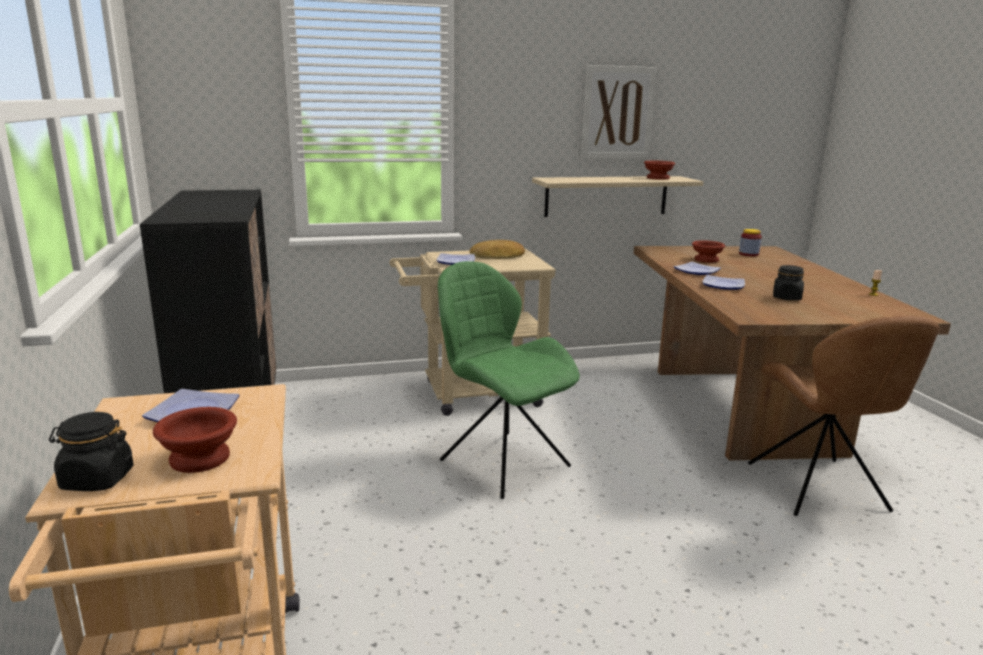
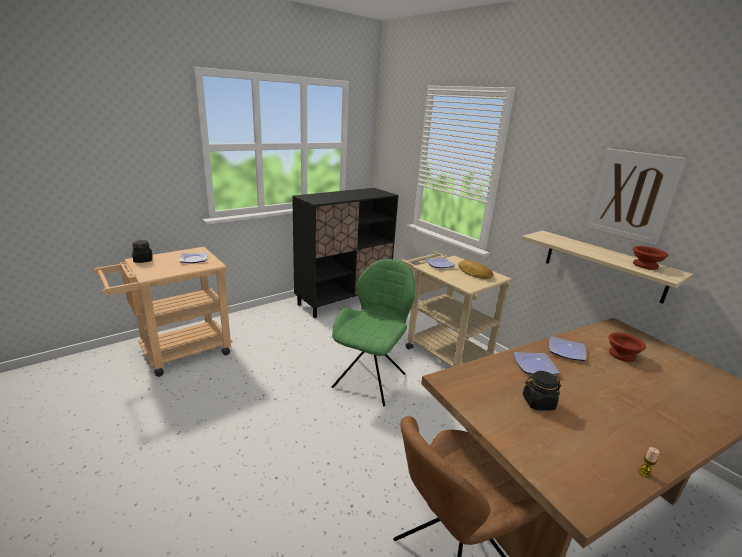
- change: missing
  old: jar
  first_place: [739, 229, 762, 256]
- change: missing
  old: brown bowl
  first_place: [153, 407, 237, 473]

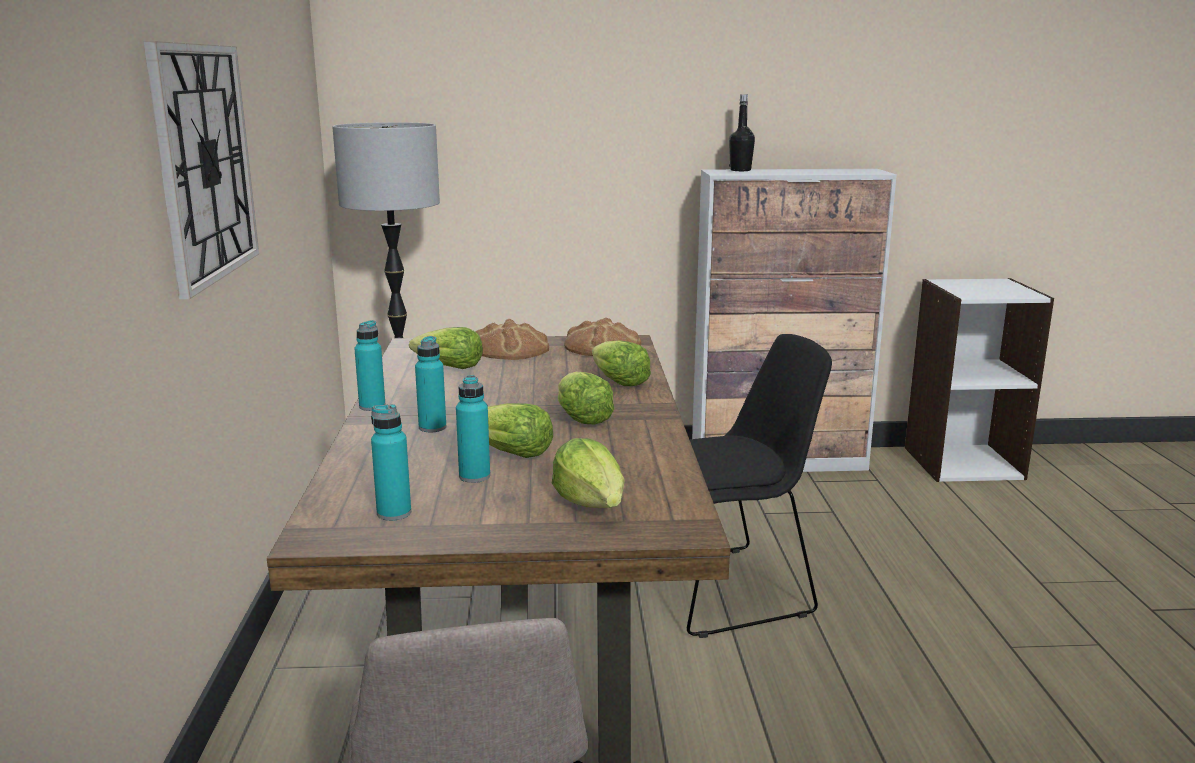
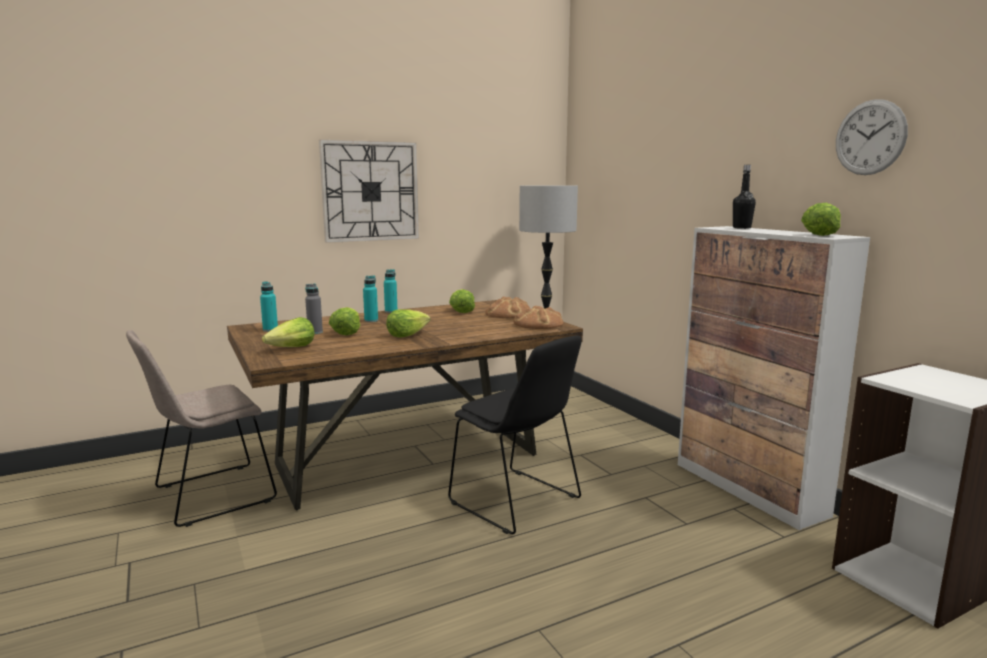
- change: relocated
  old: lettuce
  first_place: [592, 340, 651, 386]
  second_place: [801, 203, 841, 236]
- change: colour
  old: turquoise bottle
  new: grey bottle
  first_place: [456, 375, 490, 483]
  second_place: [305, 284, 323, 334]
- change: appeared
  new: wall clock
  second_place: [836, 99, 908, 175]

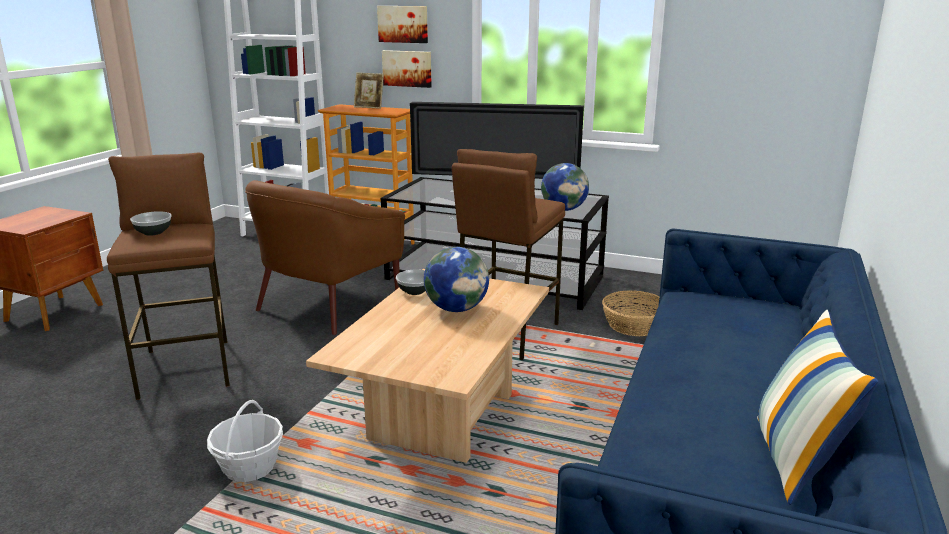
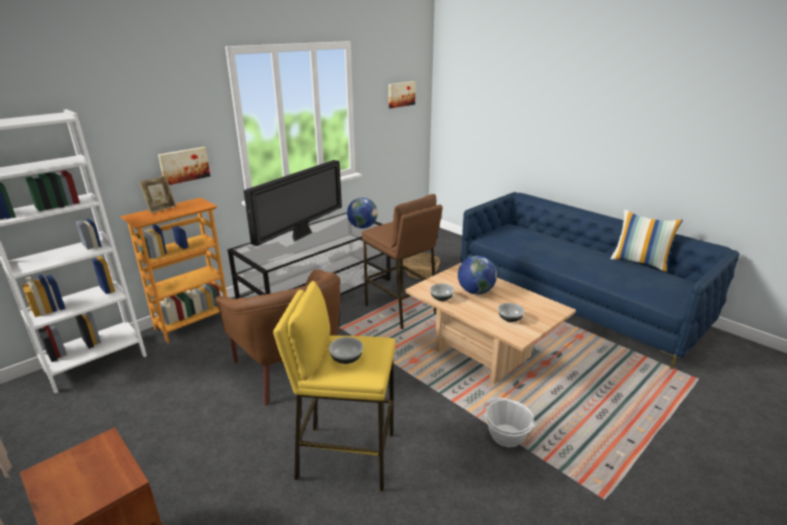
- change: relocated
  old: picture
  first_place: [377, 6, 428, 43]
  second_place: [389, 81, 415, 108]
- change: colour
  old: brown stool
  new: yellow stool
  first_place: [107, 153, 230, 400]
  second_place: [273, 281, 396, 492]
- change: appeared
  new: bowl
  second_place: [498, 303, 525, 322]

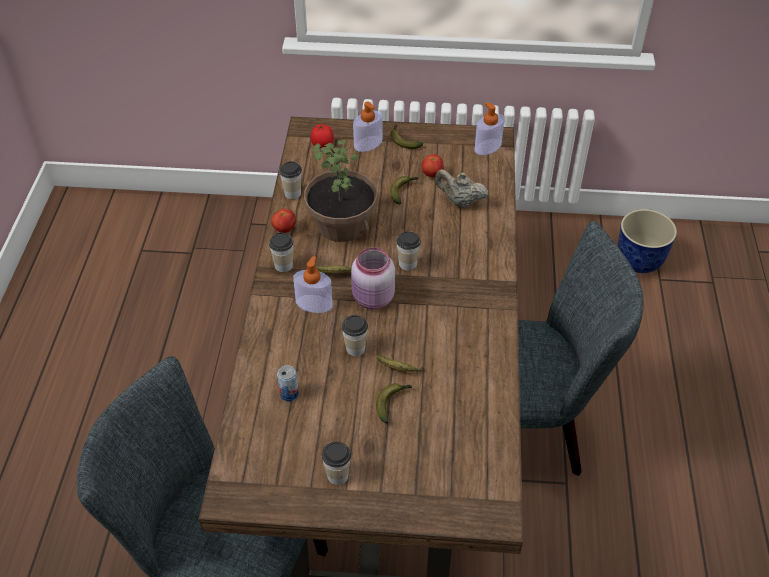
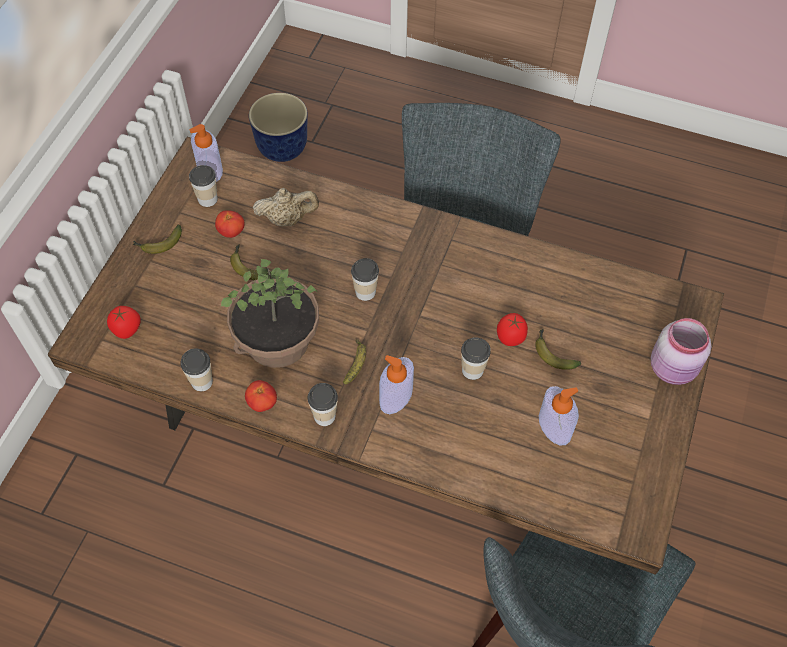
- change: relocated
  old: soap dispenser
  first_place: [353, 102, 382, 152]
  second_place: [539, 386, 579, 446]
- change: spun
  old: beige teapot
  first_place: [435, 169, 488, 208]
  second_place: [253, 188, 319, 226]
  degrees: -135
- change: relocated
  old: pink jar
  first_place: [351, 247, 395, 309]
  second_place: [651, 318, 712, 385]
- change: exchanged
  old: banana
  new: tomato
  first_place: [376, 355, 424, 372]
  second_place: [497, 313, 528, 346]
- change: missing
  old: can
  first_place: [277, 365, 299, 401]
- change: relocated
  old: cup
  first_place: [322, 441, 351, 485]
  second_place: [189, 165, 218, 207]

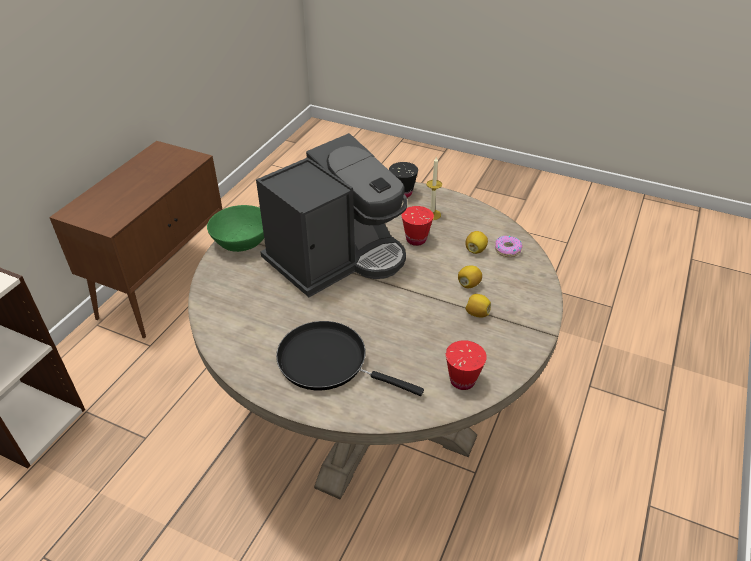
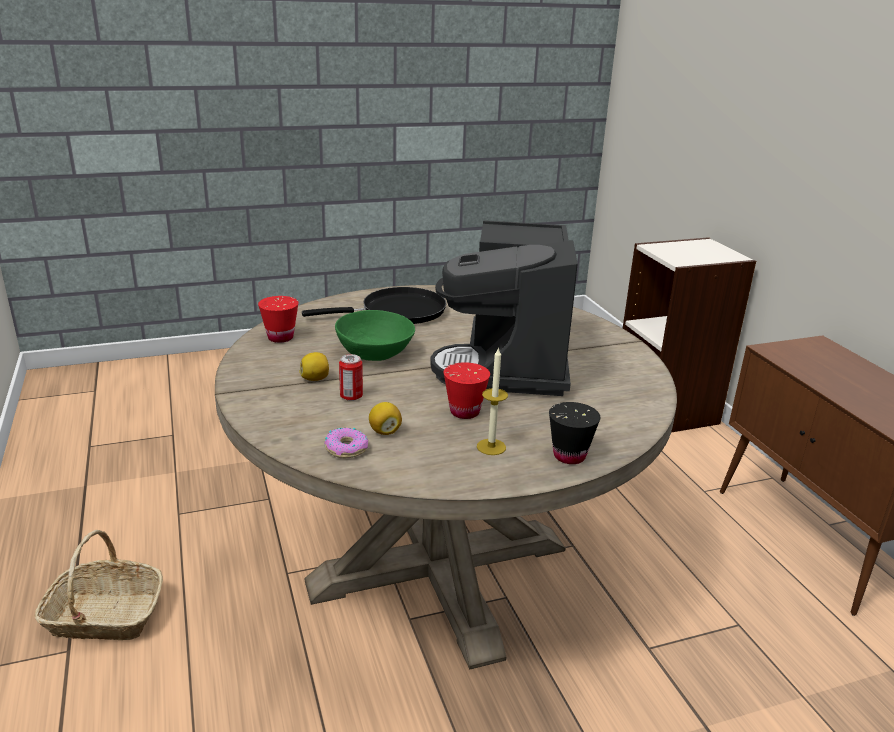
- change: relocated
  old: green bowl
  first_place: [207, 205, 264, 252]
  second_place: [335, 310, 415, 361]
- change: exchanged
  old: lemon
  new: can
  first_place: [458, 266, 482, 288]
  second_place: [339, 354, 363, 401]
- change: appeared
  new: basket
  second_place: [35, 530, 163, 640]

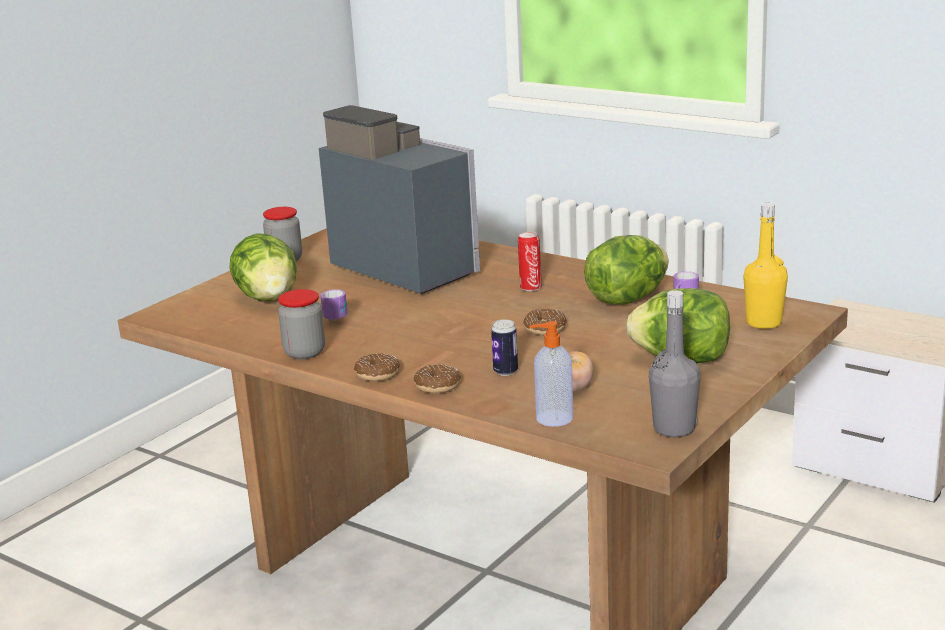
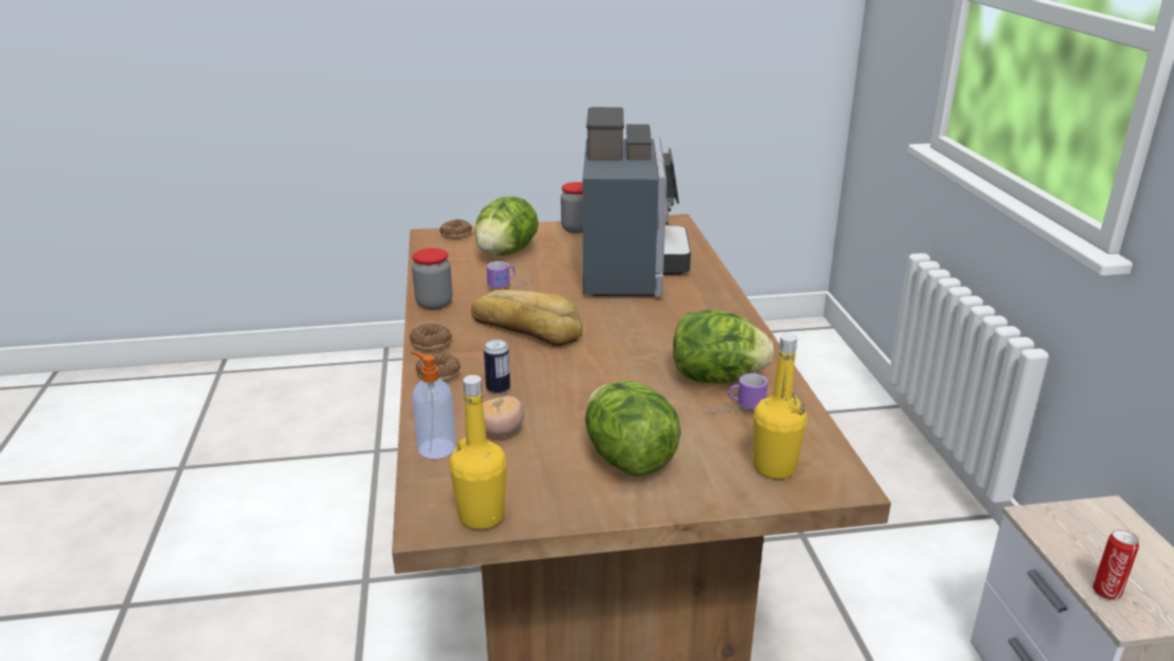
- change: relocated
  old: can
  first_place: [518, 232, 542, 291]
  second_place: [1093, 529, 1139, 600]
- change: colour
  old: grey bottle
  new: yellow bottle
  first_place: [649, 290, 701, 437]
  second_place: [449, 375, 507, 530]
- change: relocated
  old: donut
  first_place: [523, 309, 567, 335]
  second_place: [440, 219, 472, 239]
- change: appeared
  new: bread
  second_place: [471, 290, 583, 346]

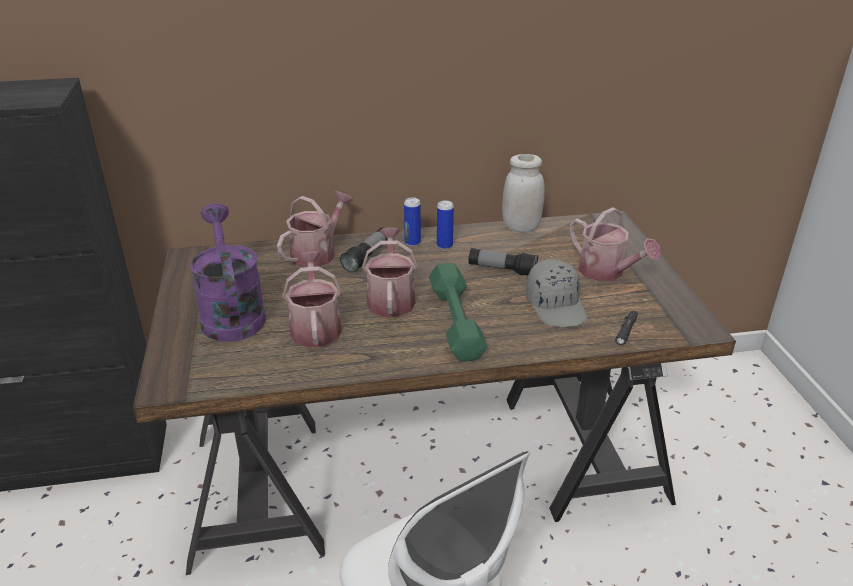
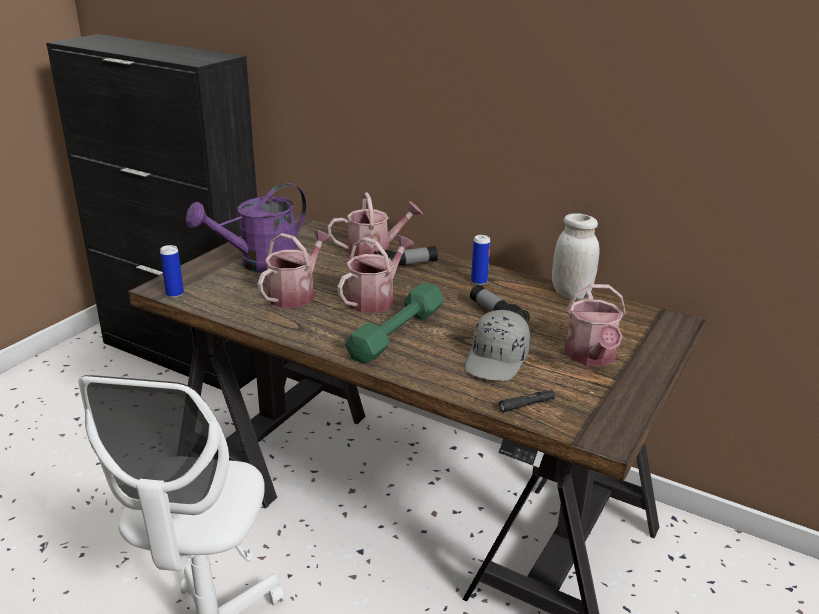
- change: relocated
  old: can
  first_place: [404, 198, 421, 246]
  second_place: [160, 245, 184, 298]
- change: spun
  old: purple watering can
  first_place: [190, 203, 266, 342]
  second_place: [186, 183, 307, 273]
  degrees: -150

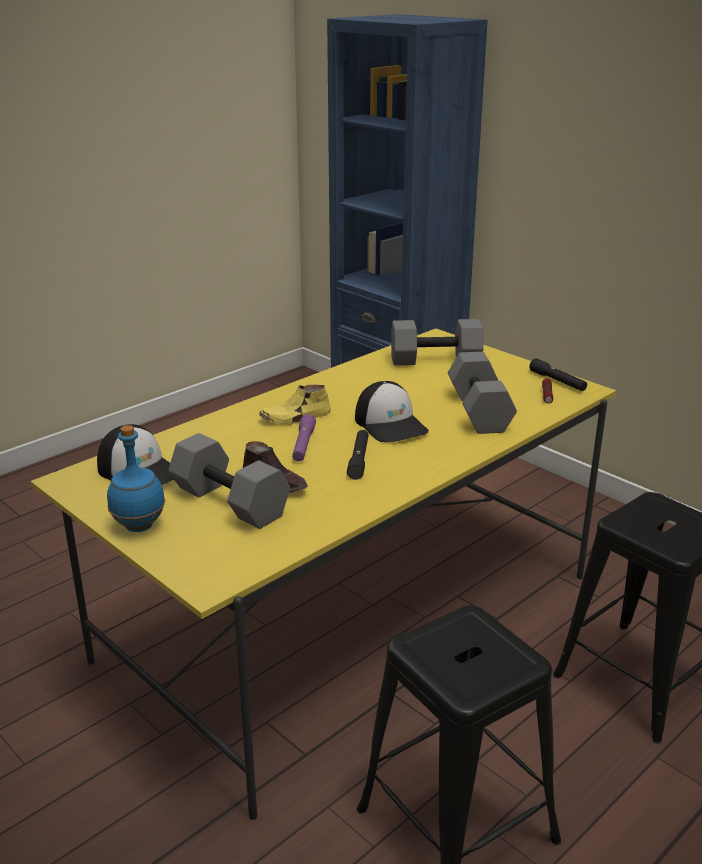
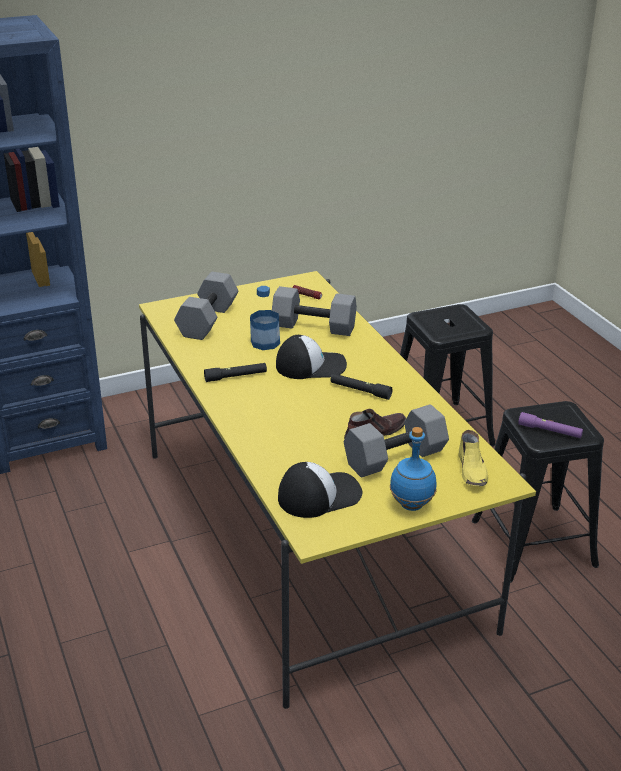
- change: relocated
  old: black flashlight
  first_place: [529, 358, 587, 391]
  second_place: [204, 363, 267, 382]
- change: relocated
  old: yellow shoe
  first_place: [259, 385, 331, 424]
  second_place: [459, 430, 488, 486]
- change: relocated
  old: purple flashlight
  first_place: [292, 414, 316, 461]
  second_place: [518, 412, 583, 438]
- change: appeared
  new: bottle
  second_place: [250, 286, 280, 350]

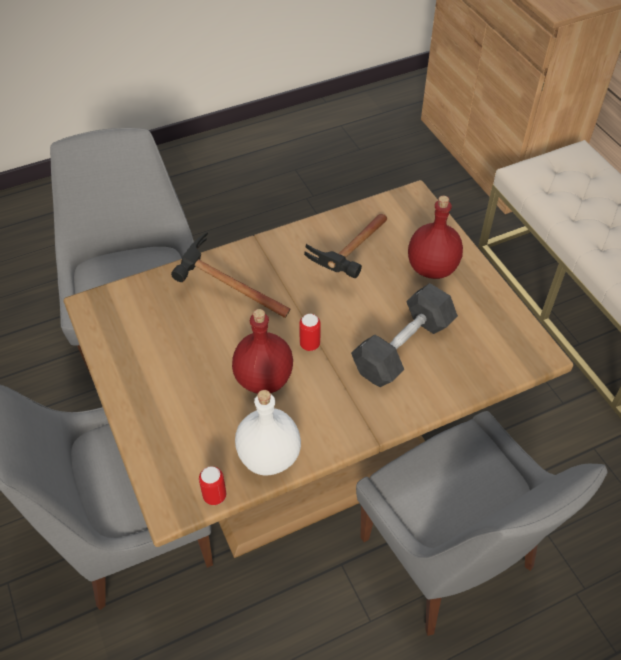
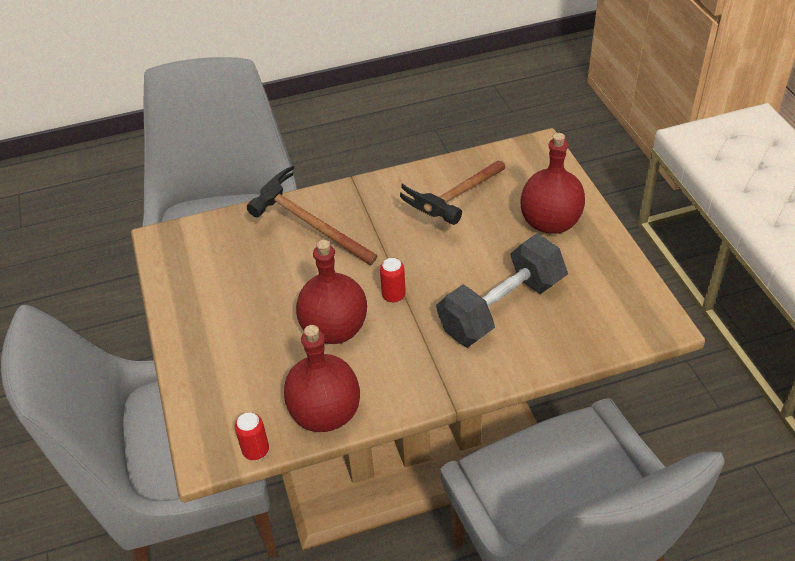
- change: colour
  old: white bottle
  new: red bottle
  first_place: [235, 390, 301, 475]
  second_place: [284, 325, 360, 432]

